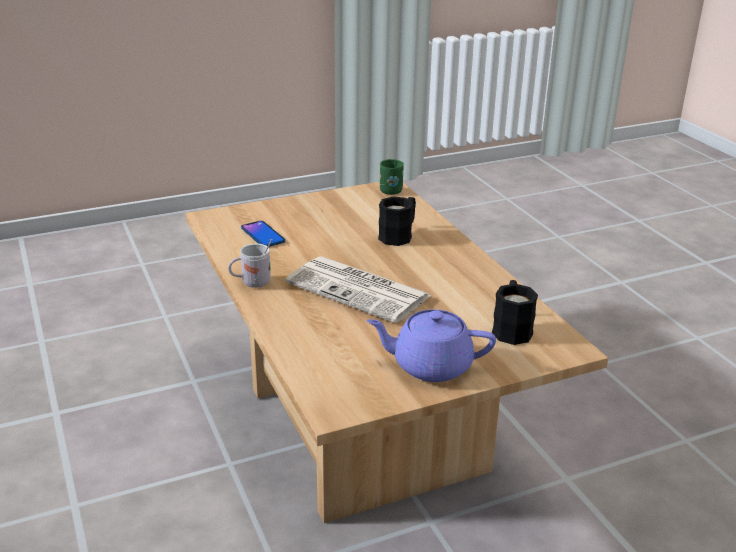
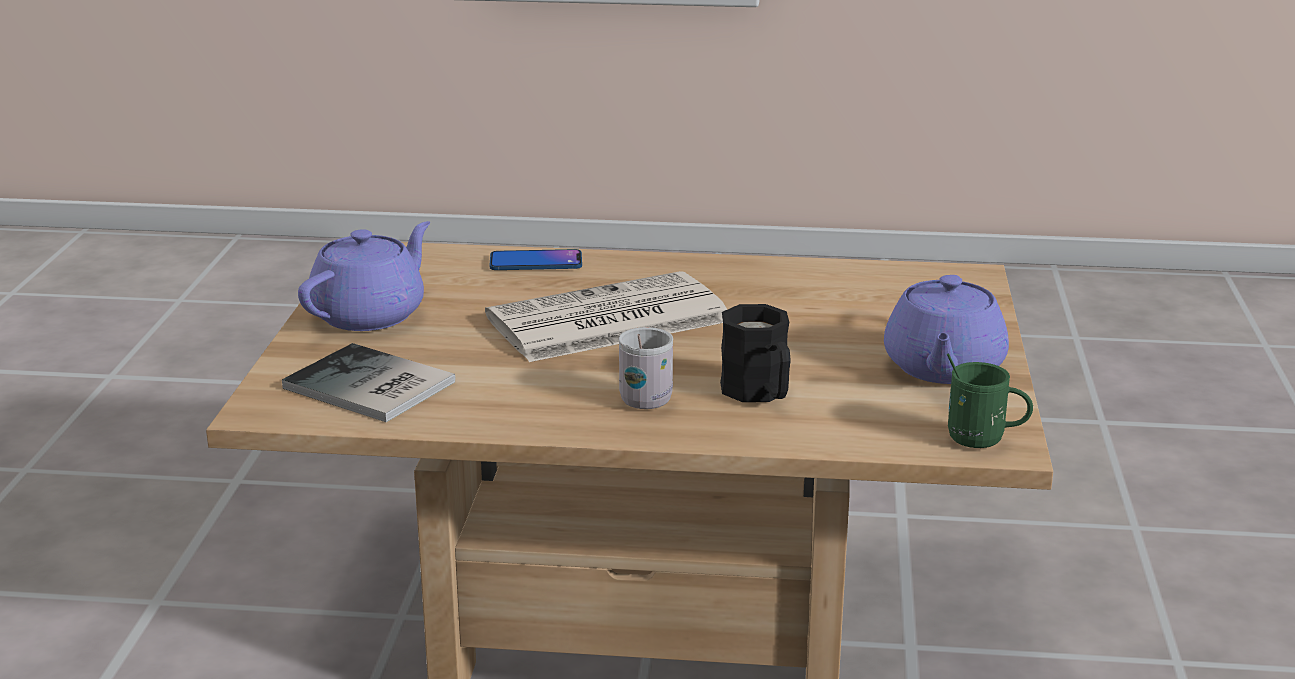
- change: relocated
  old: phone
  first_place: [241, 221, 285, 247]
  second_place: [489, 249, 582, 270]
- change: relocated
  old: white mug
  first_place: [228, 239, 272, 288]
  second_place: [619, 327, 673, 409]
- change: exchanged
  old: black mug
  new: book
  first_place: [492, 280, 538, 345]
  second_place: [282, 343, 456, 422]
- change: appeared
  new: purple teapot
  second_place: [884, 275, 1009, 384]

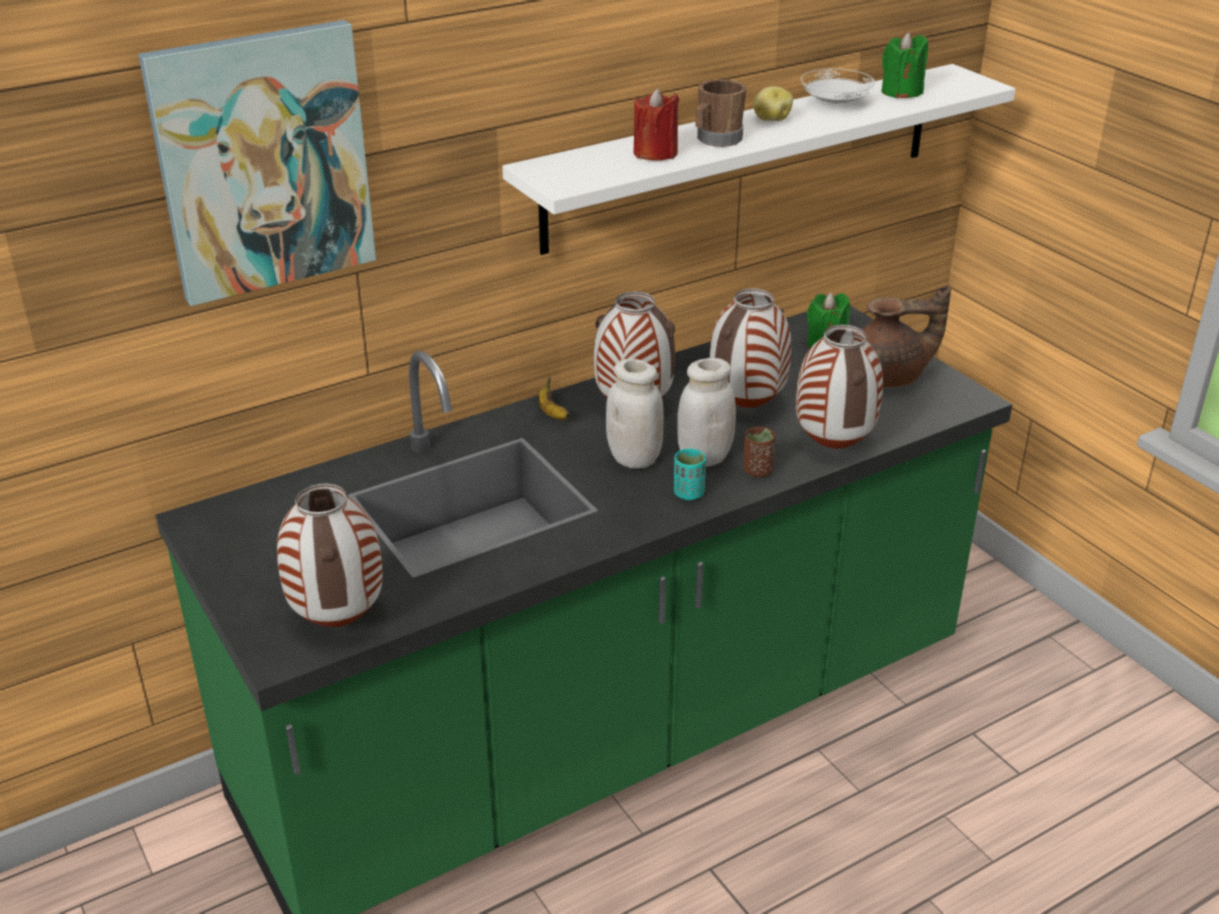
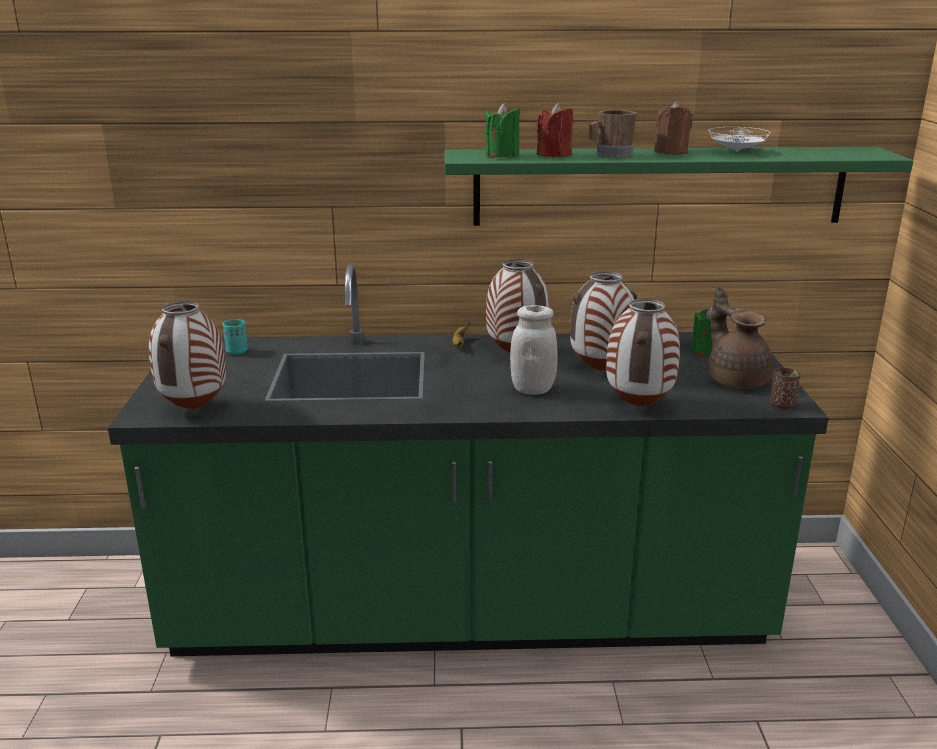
- change: missing
  old: picture
  first_place: [138, 20, 376, 306]
- change: relocated
  old: green candle
  first_place: [881, 32, 928, 98]
  second_place: [485, 103, 520, 158]
- change: colour
  old: white shelf
  new: green shelf
  first_place: [502, 64, 1016, 255]
  second_place: [445, 147, 913, 226]
- change: exchanged
  old: potato
  new: brown candle
  first_place: [753, 86, 793, 121]
  second_place: [654, 101, 693, 154]
- change: spun
  old: brown teapot
  first_place: [862, 285, 951, 388]
  second_place: [708, 287, 773, 388]
  degrees: -135
- change: missing
  old: white jar
  first_place: [606, 358, 664, 469]
- change: relocated
  old: brown cup
  first_place: [743, 427, 776, 477]
  second_place: [770, 368, 801, 409]
- change: relocated
  old: turquoise cup
  first_place: [674, 449, 706, 500]
  second_place: [223, 319, 248, 355]

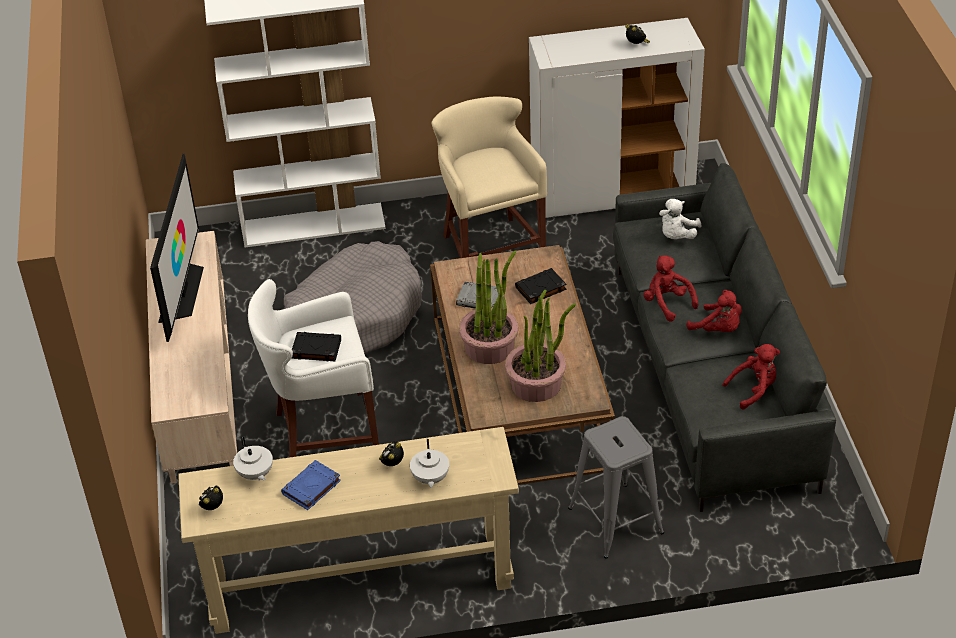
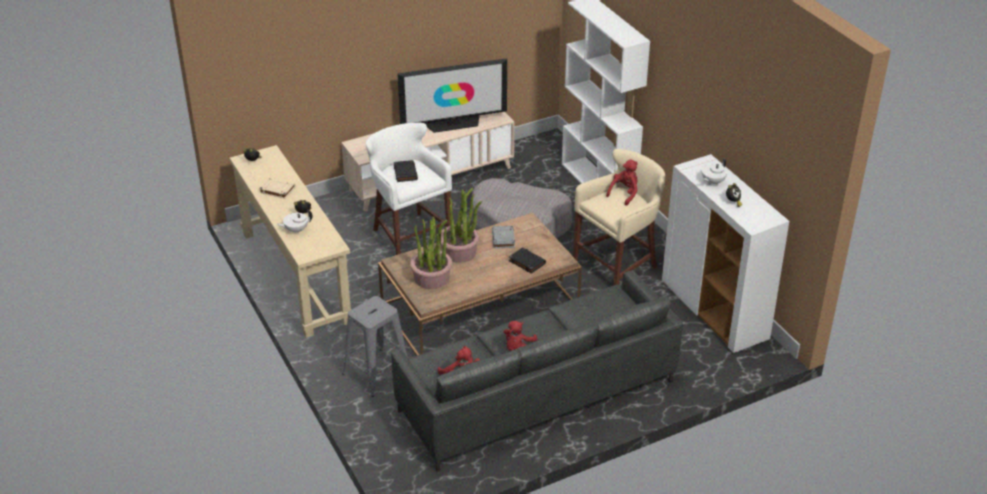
- change: missing
  old: white plush toy
  first_place: [659, 199, 702, 239]
- change: relocated
  old: red plush toy
  first_place: [643, 255, 698, 322]
  second_place: [606, 159, 638, 206]
- change: relocated
  old: white teapot
  first_place: [233, 437, 273, 481]
  second_place: [702, 158, 727, 185]
- change: colour
  old: blue book
  new: beige book
  first_place: [281, 460, 341, 510]
  second_place: [259, 178, 295, 199]

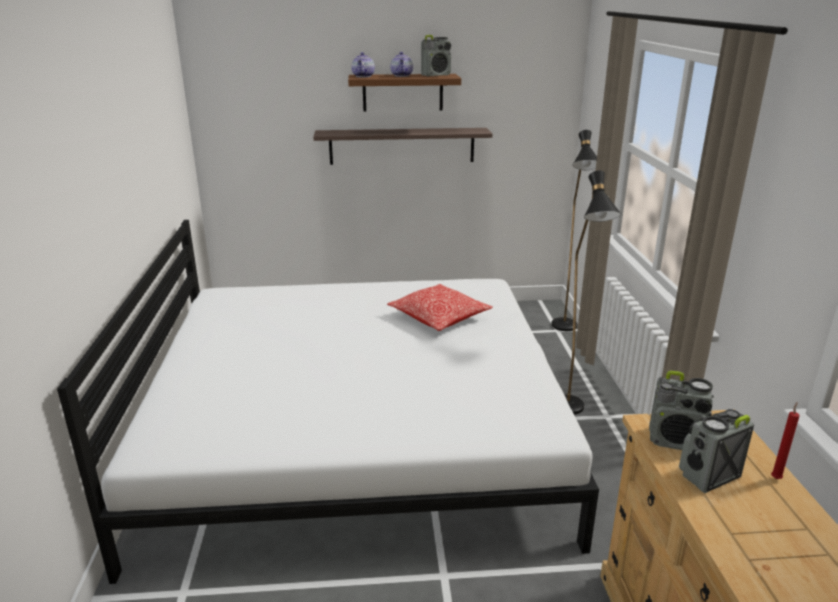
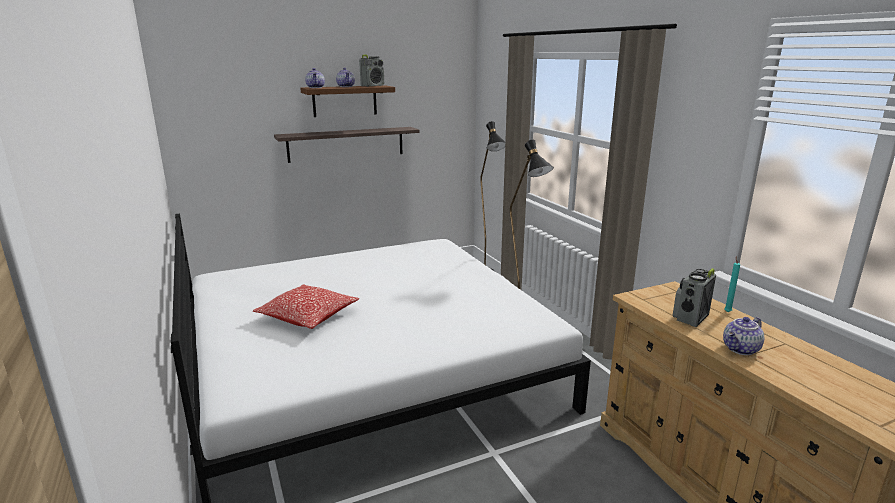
- change: relocated
  old: pillow
  first_place: [387, 284, 492, 331]
  second_place: [253, 285, 359, 329]
- change: missing
  old: radio
  first_place: [649, 371, 713, 450]
- change: colour
  old: red candle
  new: turquoise candle
  first_place: [771, 402, 800, 479]
  second_place: [724, 256, 740, 312]
- change: appeared
  new: teapot
  second_place: [723, 317, 764, 355]

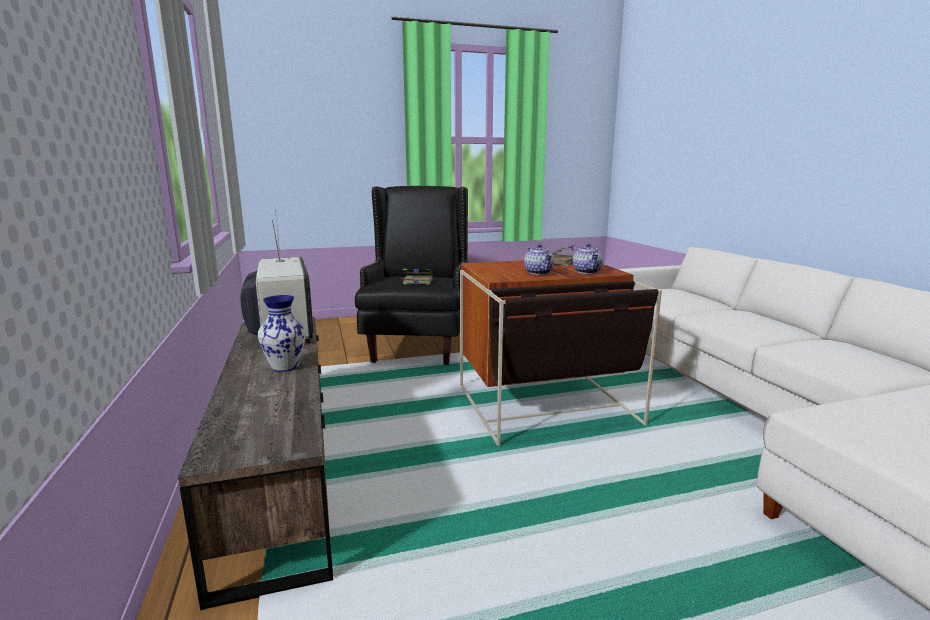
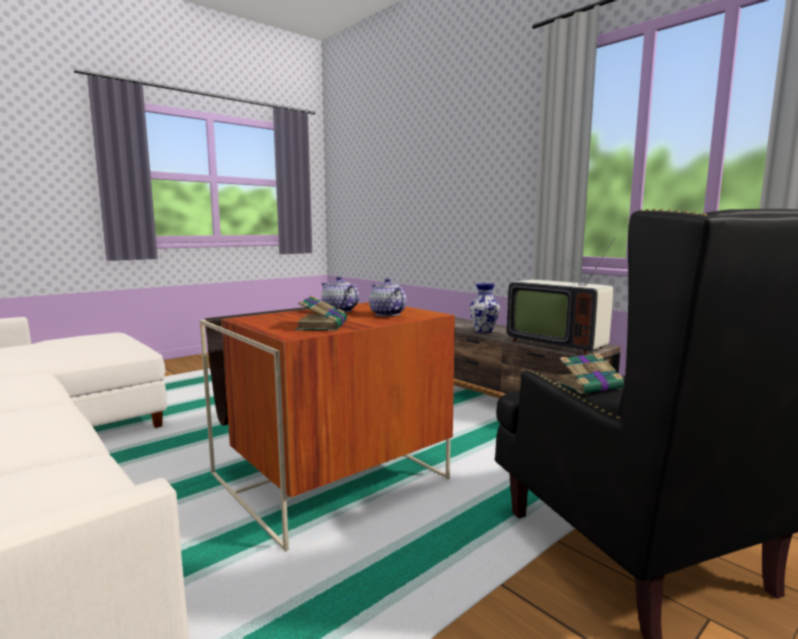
- change: relocated
  old: teapot
  first_place: [573, 243, 603, 274]
  second_place: [369, 278, 406, 316]

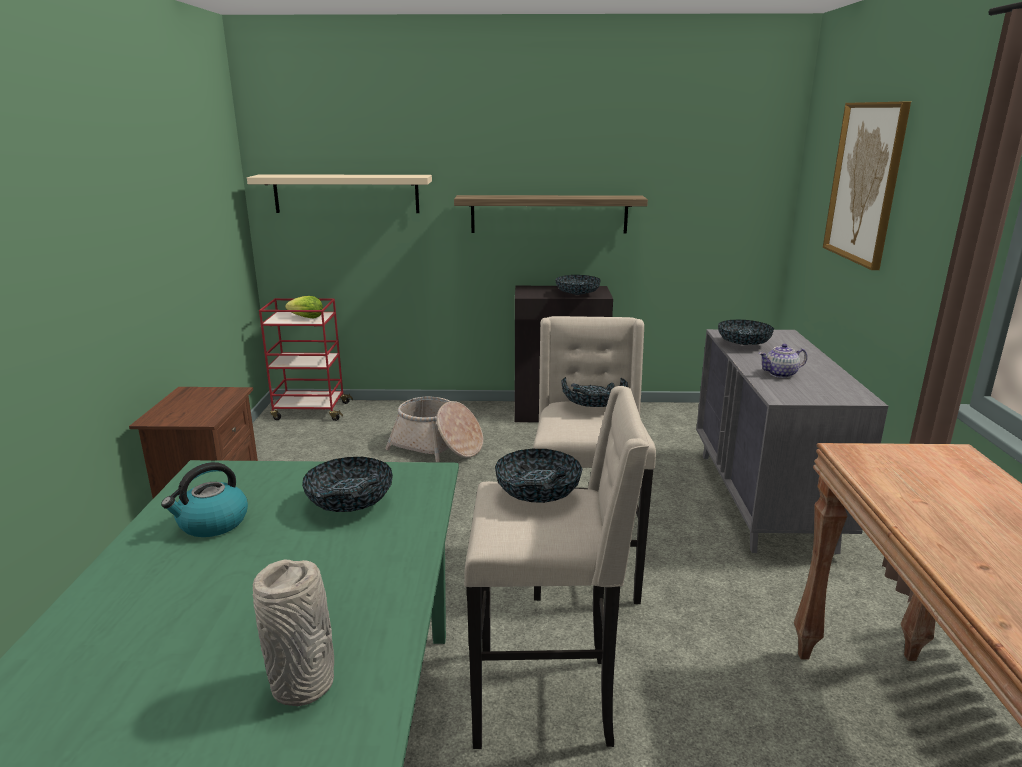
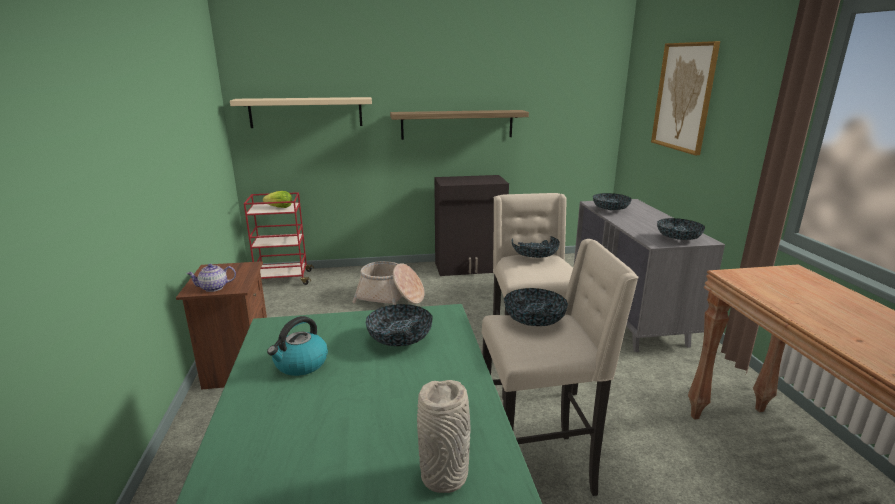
- change: relocated
  old: bowl
  first_place: [556, 275, 601, 295]
  second_place: [657, 218, 705, 240]
- change: relocated
  old: teapot
  first_place: [759, 344, 807, 378]
  second_place: [186, 264, 236, 292]

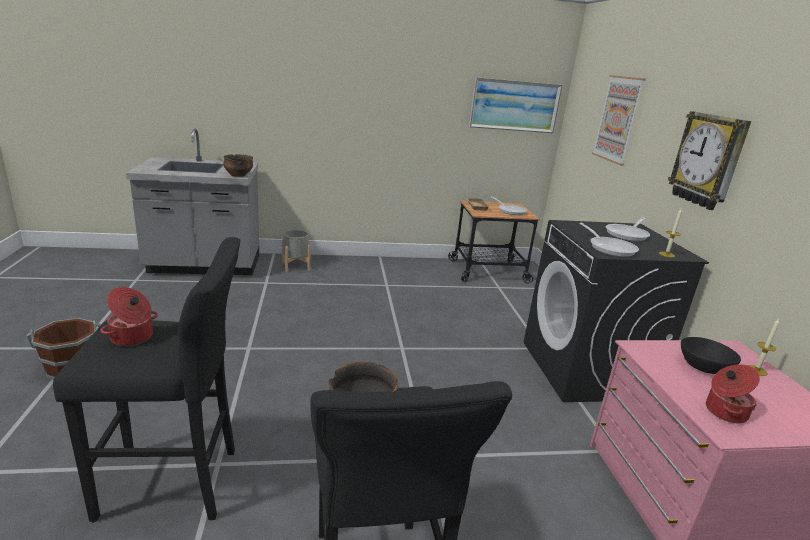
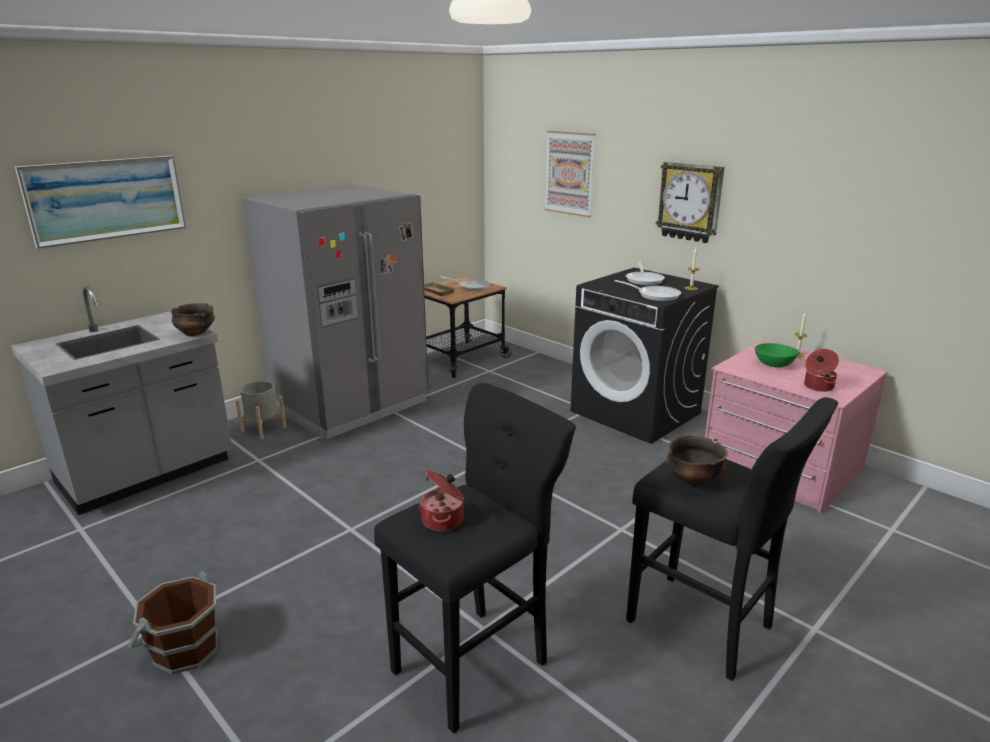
- change: relocated
  old: picture
  first_place: [469, 77, 562, 133]
  second_place: [15, 156, 186, 249]
- change: colour
  old: black bowl
  new: green bowl
  first_place: [681, 337, 741, 374]
  second_place: [755, 343, 799, 367]
- change: appeared
  new: grey fridge
  second_place: [242, 184, 428, 439]

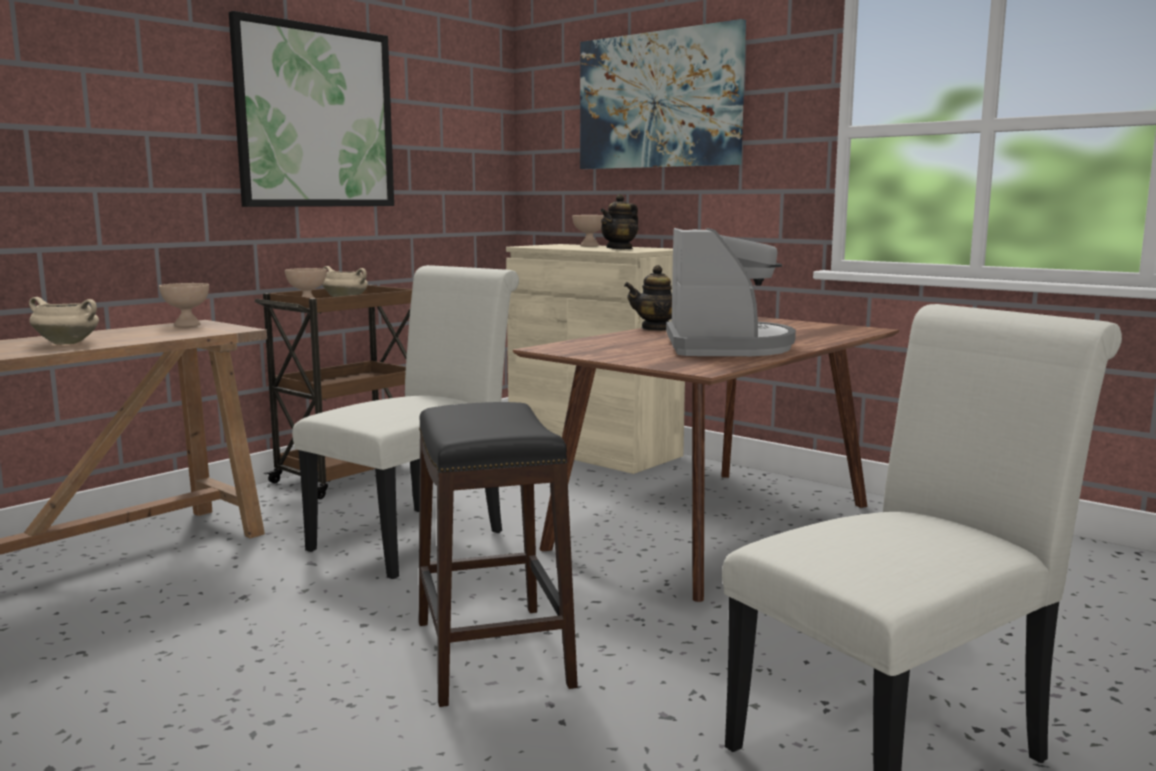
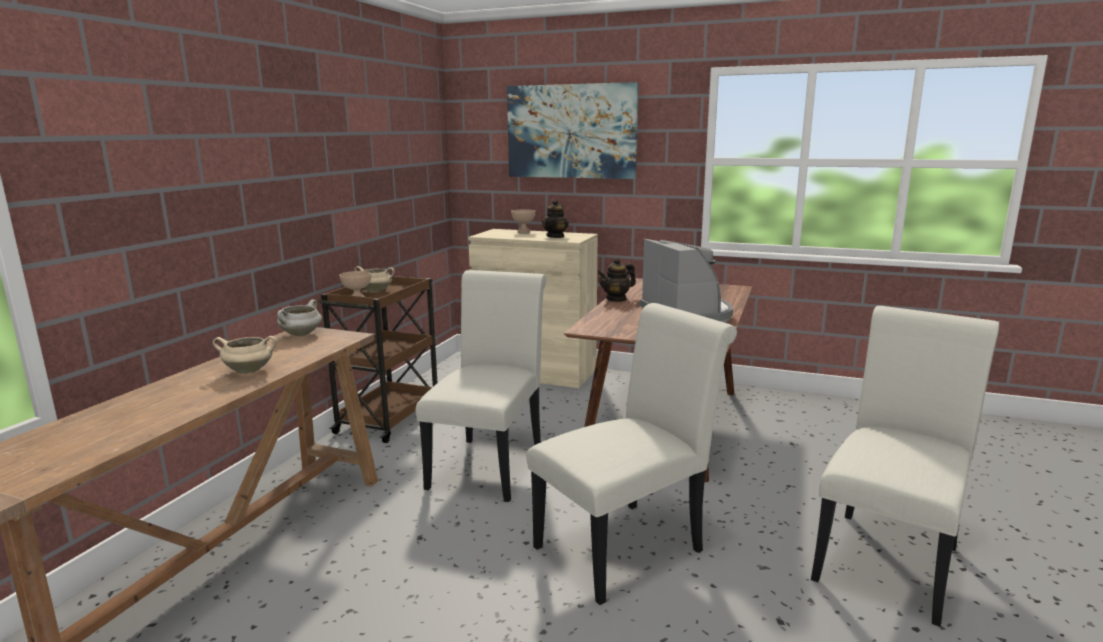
- change: missing
  old: picture
  first_place: [229, 11, 394, 207]
- change: exchanged
  old: beige bowl
  new: white cooking pot
  first_place: [159, 283, 209, 327]
  second_place: [277, 299, 322, 336]
- change: exchanged
  old: black stool
  new: white chair
  first_place: [419, 402, 578, 707]
  second_place: [527, 303, 737, 605]

